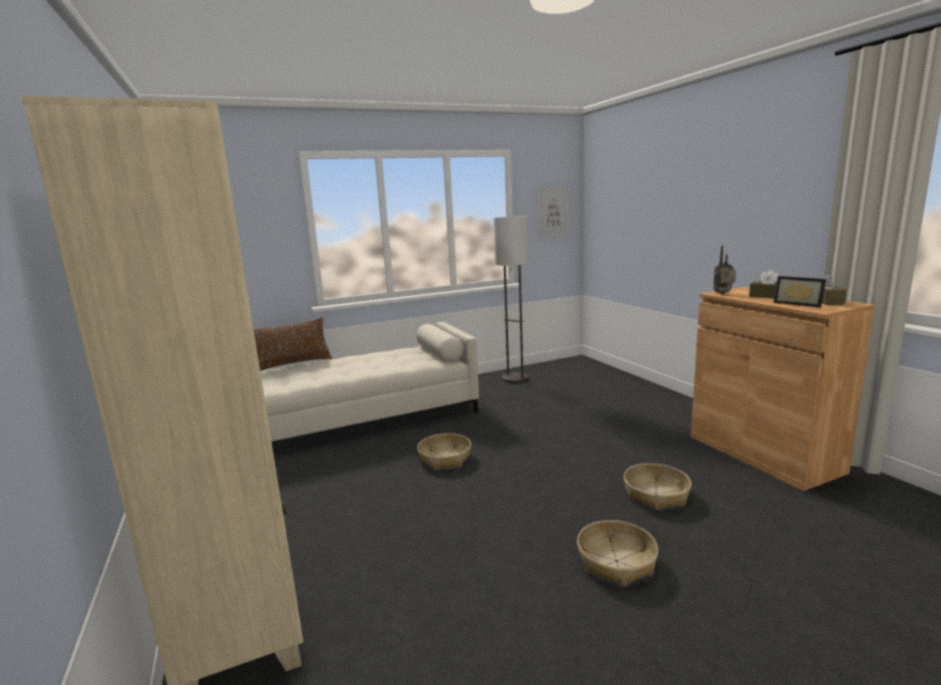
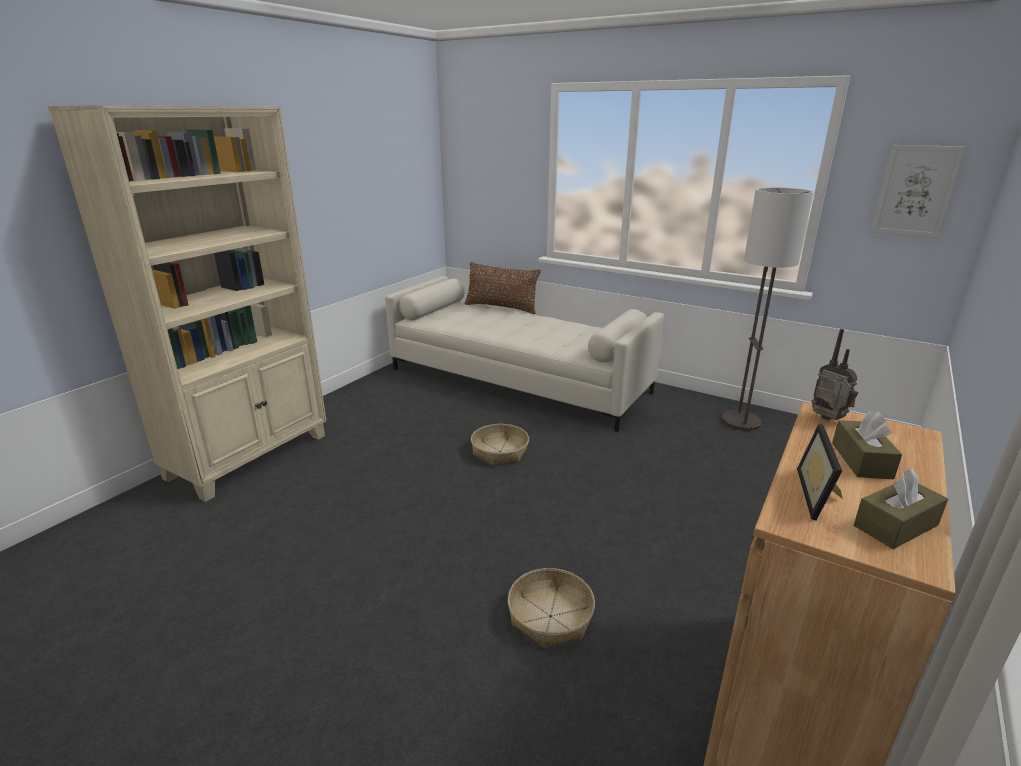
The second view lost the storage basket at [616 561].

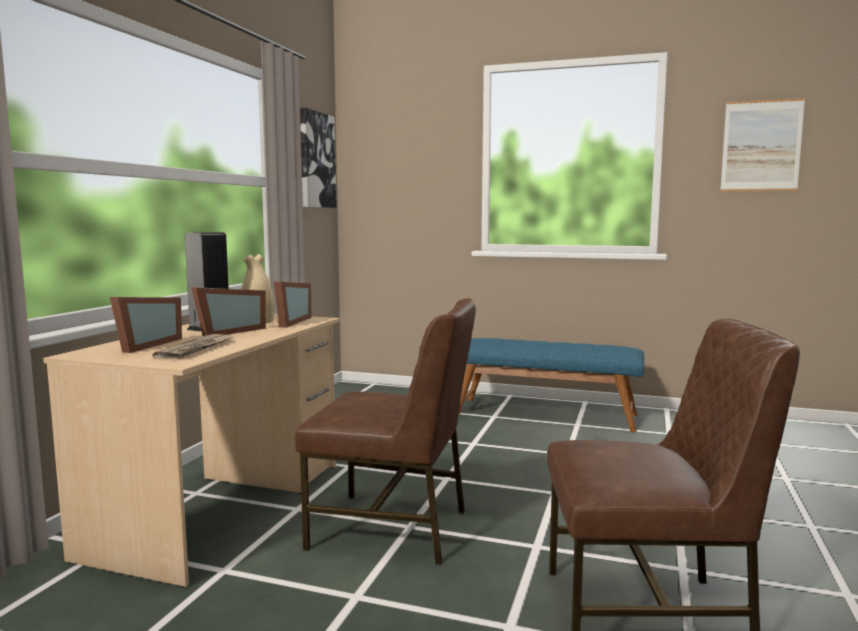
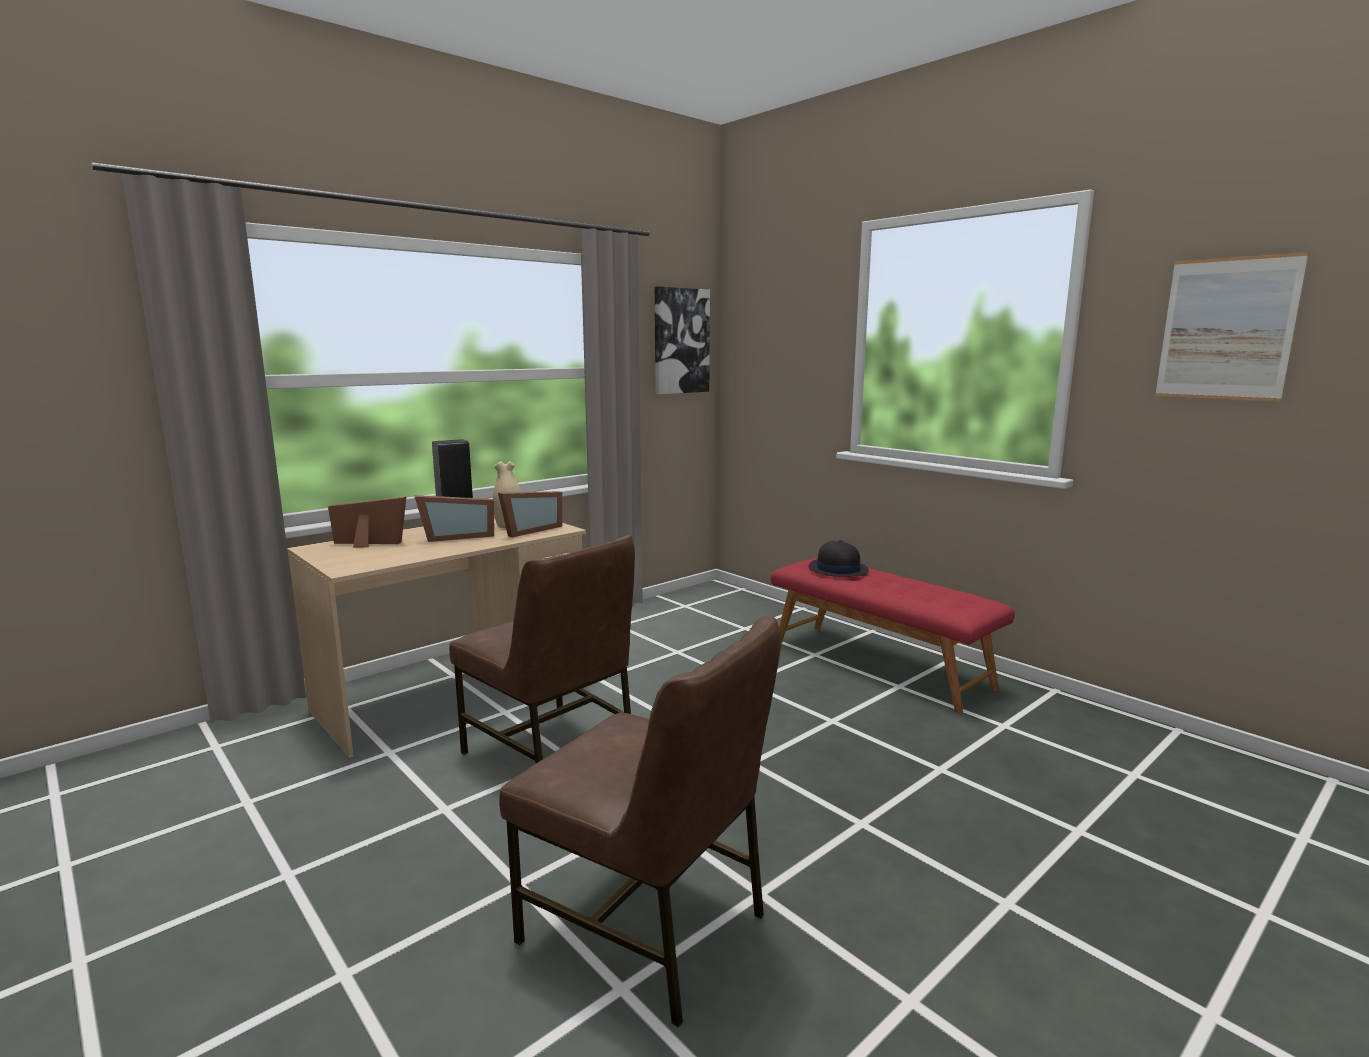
The second view lost the printed paper at [196 349]. The second view gained the black clothing hat at [837 569]. What was the blue-coloured indoor bench at [545 414] turned into the reddish indoor bench at [879 664]. The picture frame at [144 345] ended up facing another way, 135 degrees counterclockwise from before.

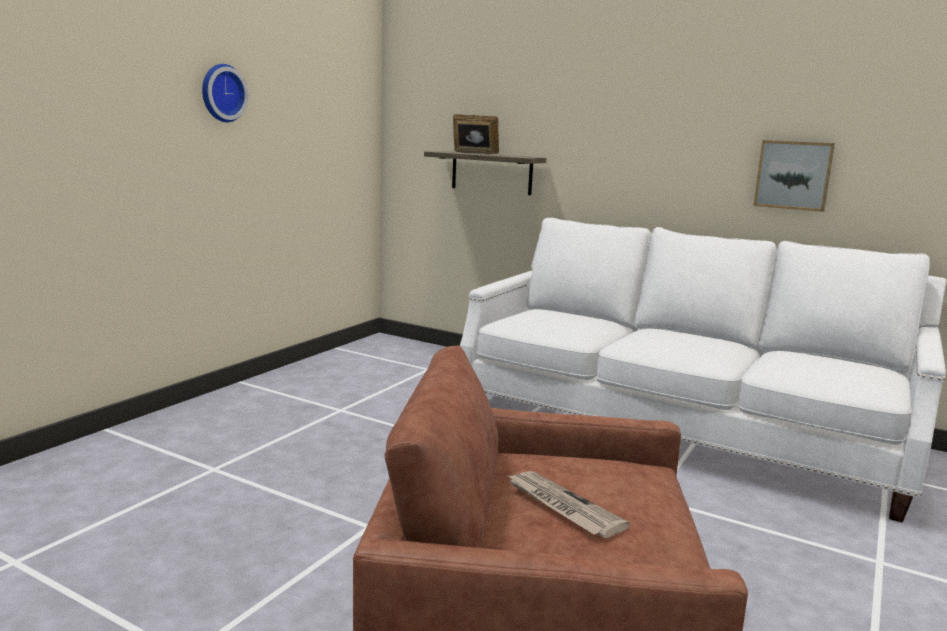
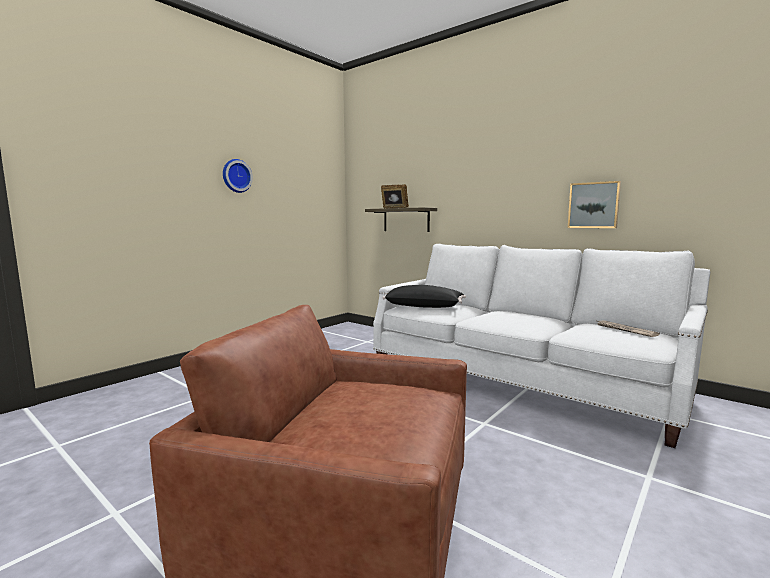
The second view gained the black throw pillow at [424 306]. The printed paper ended up elsewhere, having gone from [562 506] to [625 330].

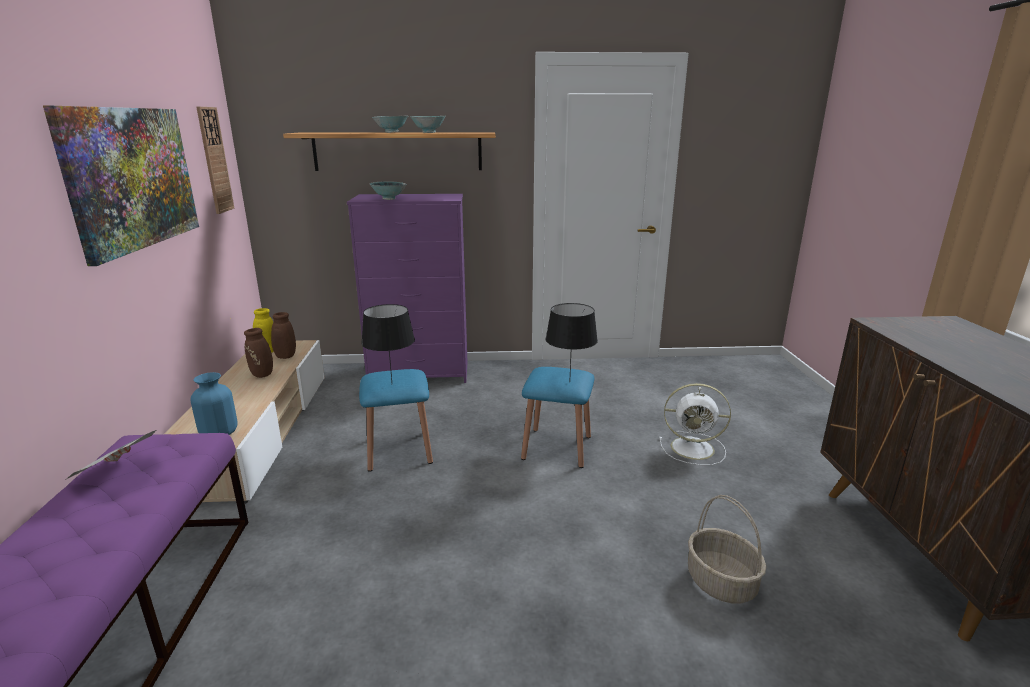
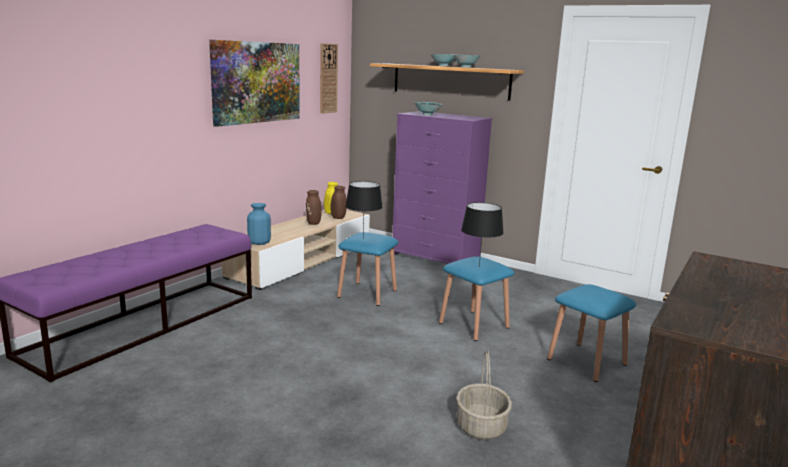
The second view lost the printed paper at [117 473]. Where the white-coloured fan stood at [694 448], the blue-coloured sitting stool came to stand at [586 361].

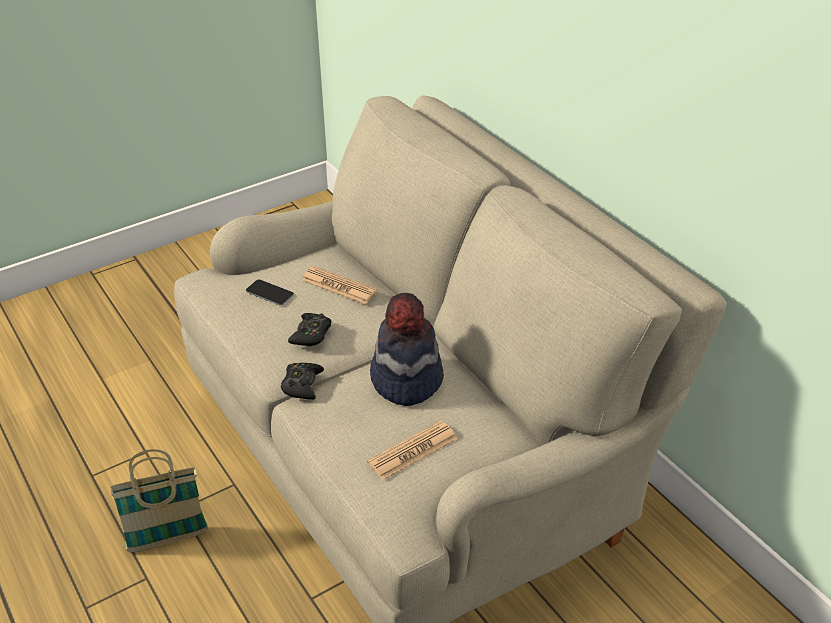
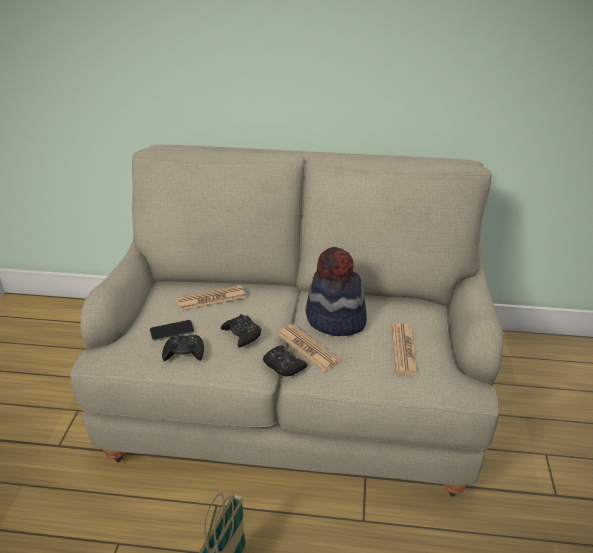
The second view gained the black joypad at [184 352]. The second view gained the printed paper at [308 348].

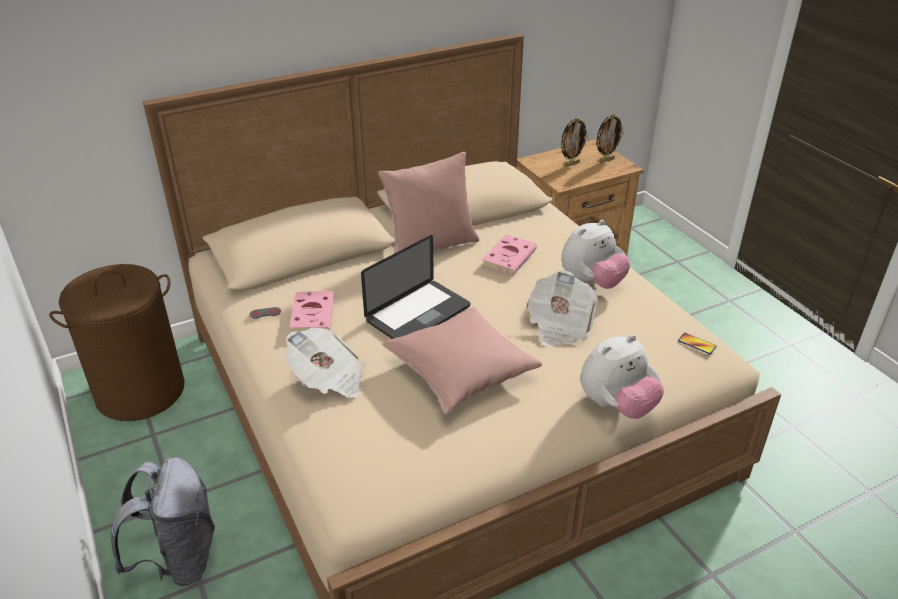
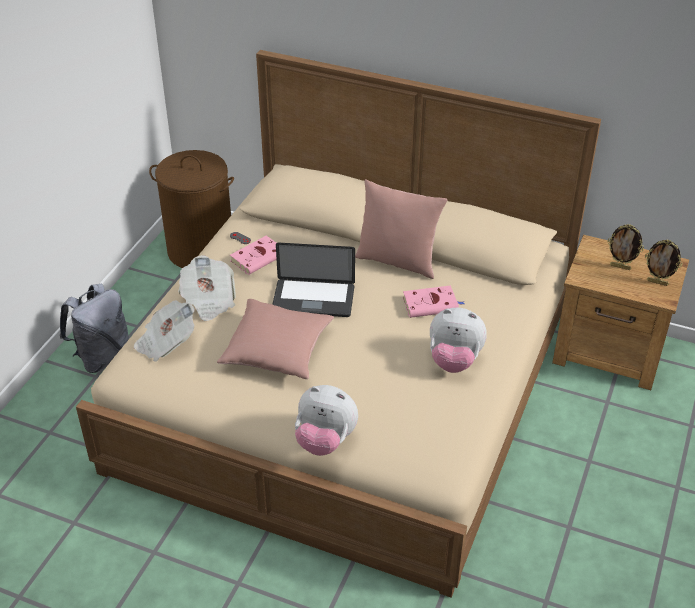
The second view lost the telephone at [696 344]. The printed paper ended up elsewhere, having gone from [559 325] to [166 343].

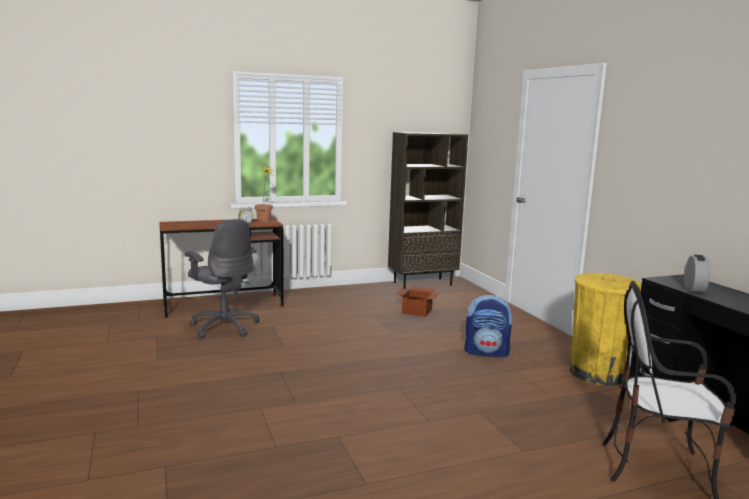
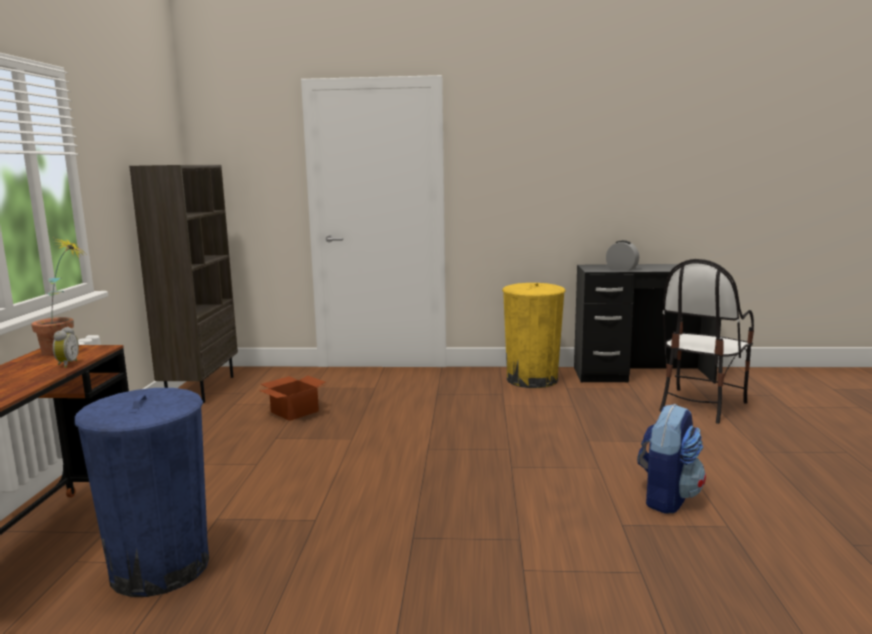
The knapsack ended up elsewhere, having gone from [487 352] to [667 497]. Where the grey office chair stood at [224 327], the blue-coloured trash can came to stand at [160 567].

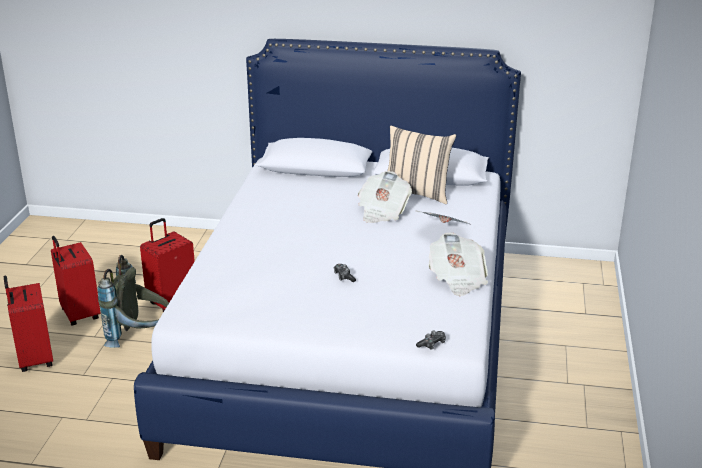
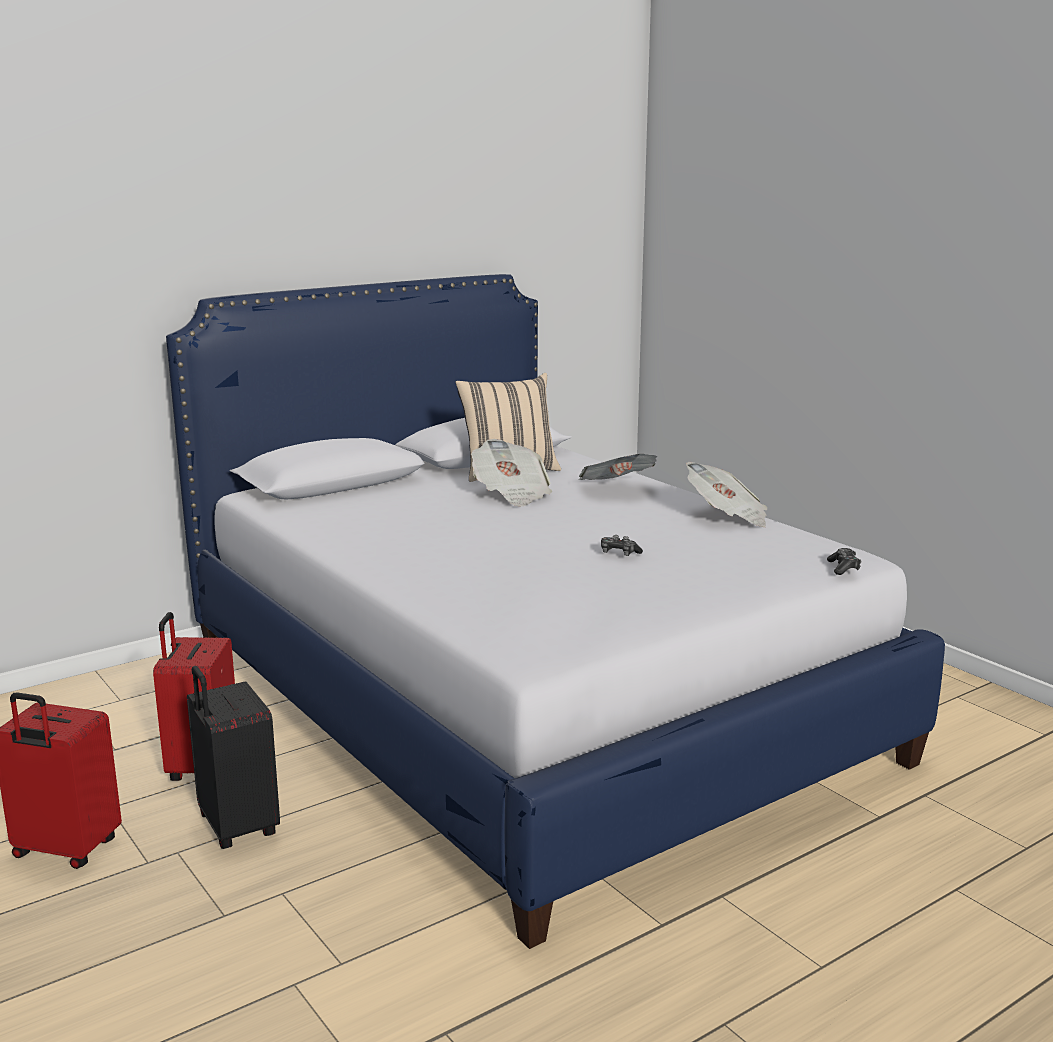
The second view lost the reddish piece of luggage at [34 360]. Where the grey knapsack stood at [141 338], the black piece of luggage came to stand at [236 827].

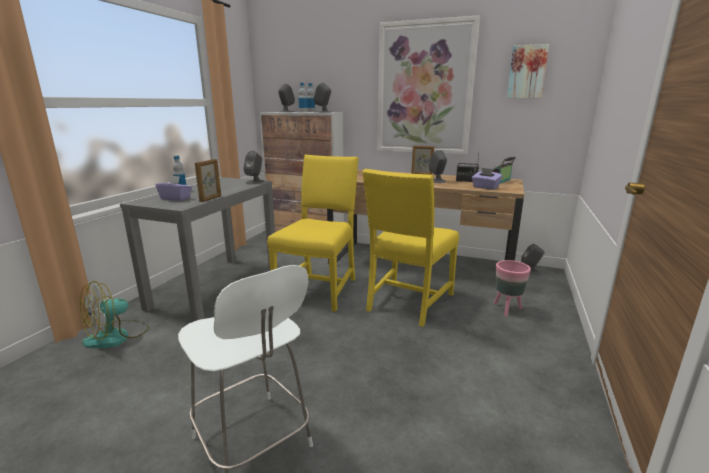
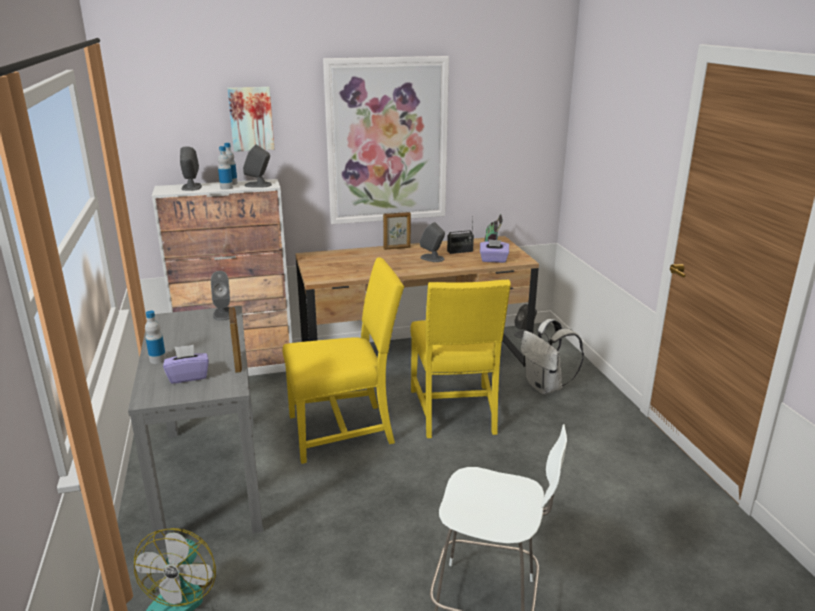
The picture ended up elsewhere, having gone from [527 72] to [251 118]. Where the pinkish plant pot stood at [507 310], the white-coloured knapsack came to stand at [546 387]. The yellow upright chair at [319 288] ended up facing another way, 90 degrees clockwise from before.

